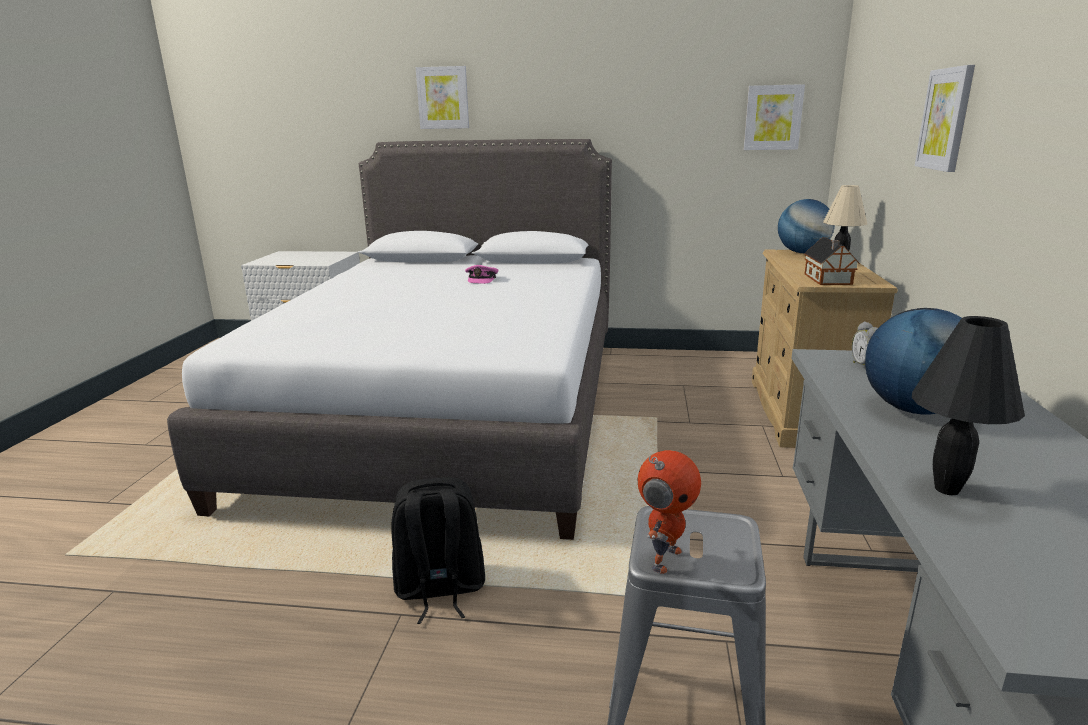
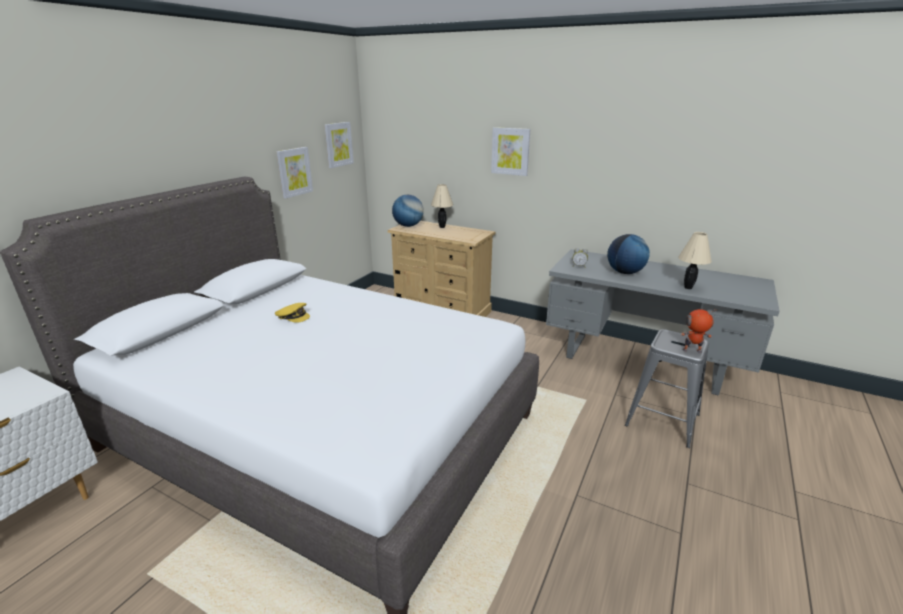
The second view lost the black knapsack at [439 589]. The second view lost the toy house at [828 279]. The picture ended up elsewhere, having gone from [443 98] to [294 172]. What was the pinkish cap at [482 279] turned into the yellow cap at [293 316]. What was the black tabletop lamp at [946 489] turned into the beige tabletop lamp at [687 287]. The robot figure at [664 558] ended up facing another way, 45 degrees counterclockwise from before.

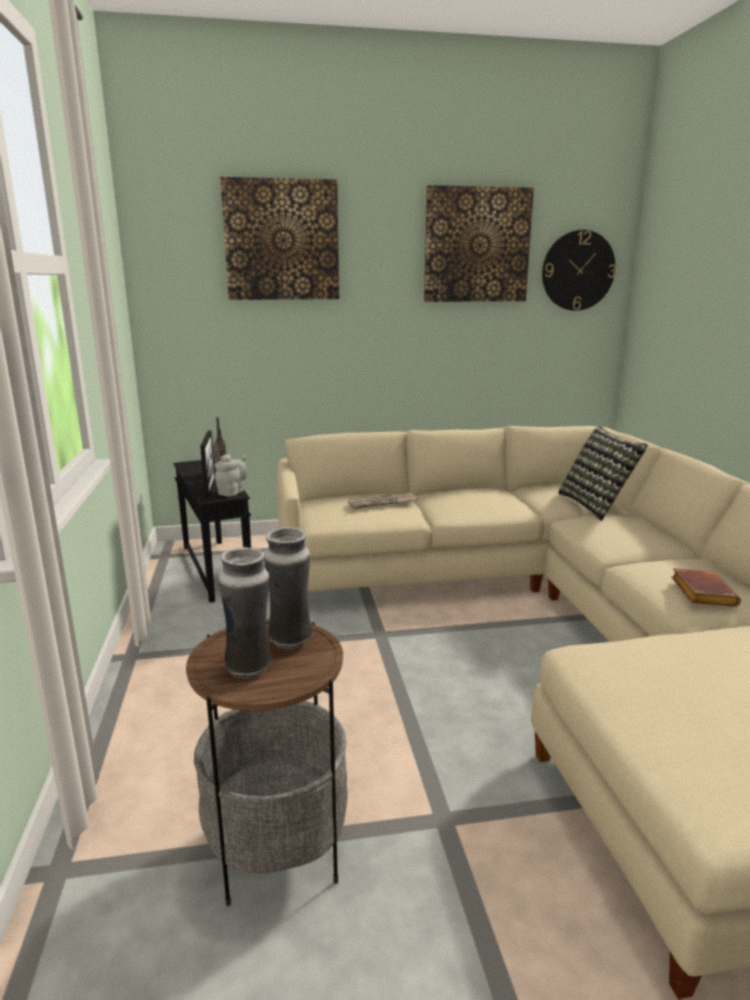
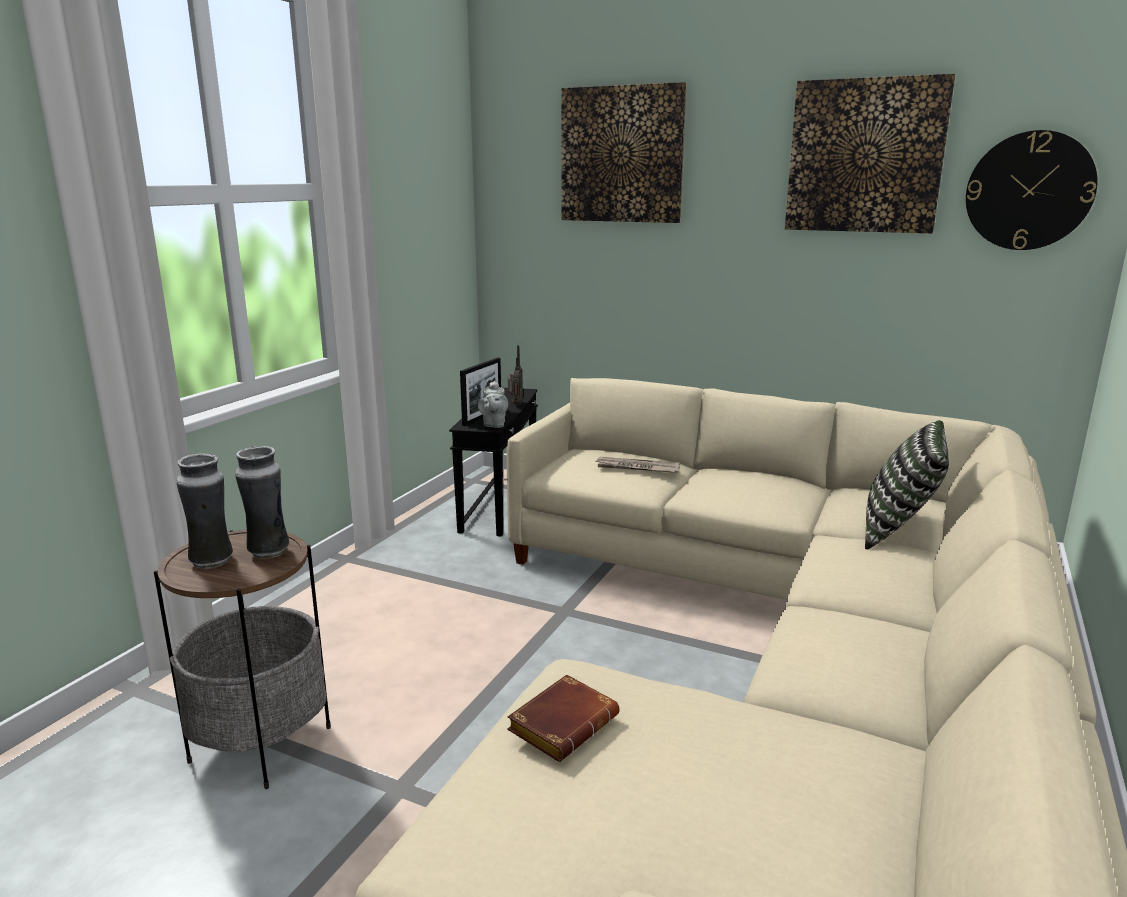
The brown-coloured volume ended up elsewhere, having gone from [700 592] to [563 723]. The grey teapot at [232 492] ended up facing another way, 120 degrees clockwise from before.

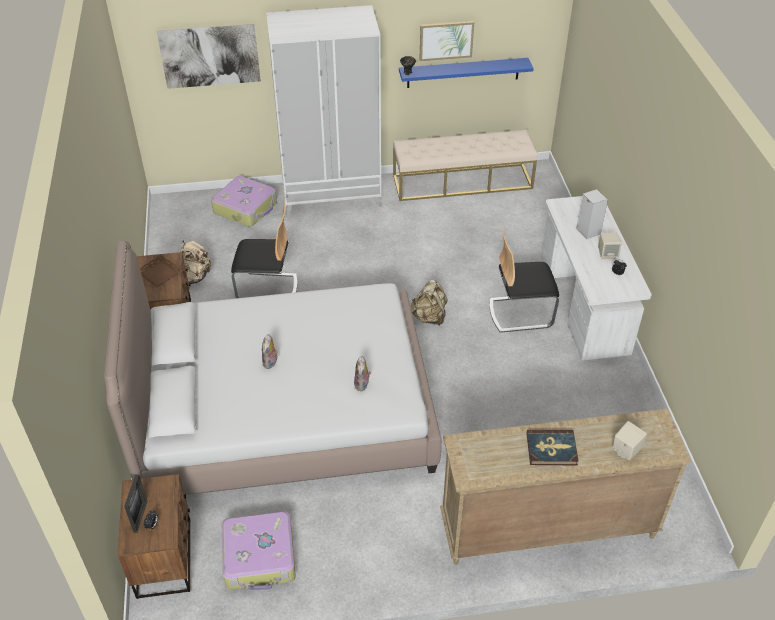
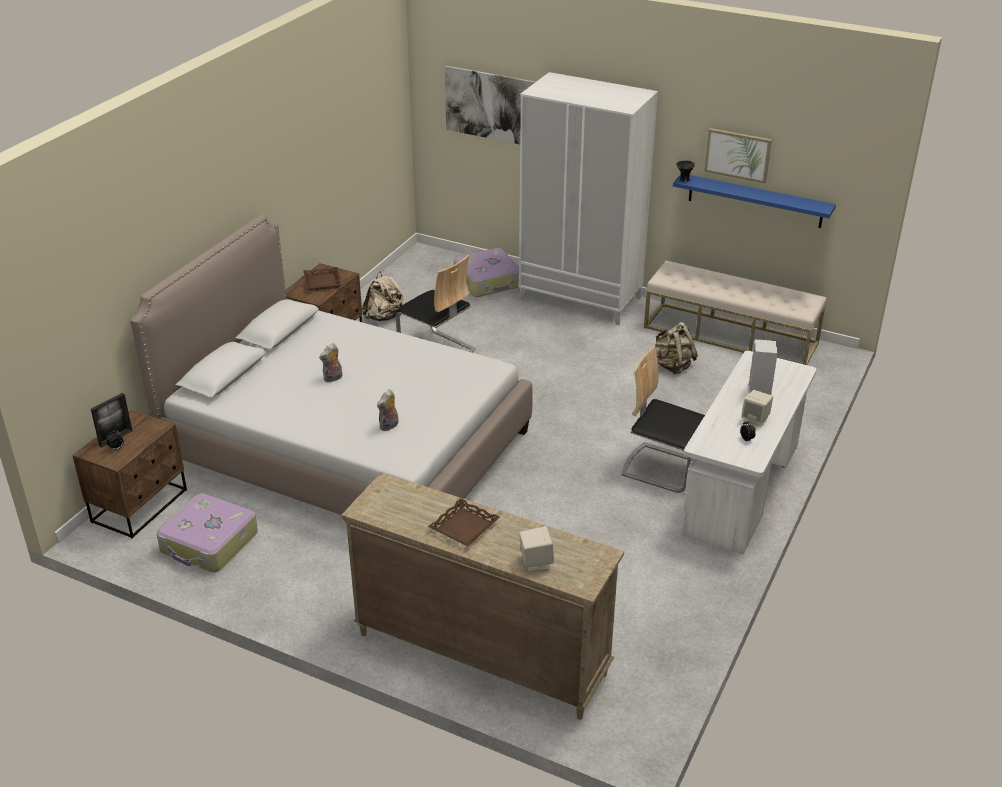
The beige knapsack ended up elsewhere, having gone from [429 317] to [672 366]. Where the volume stood at [551 449], the brown-coloured carrying tray came to stand at [464 527].

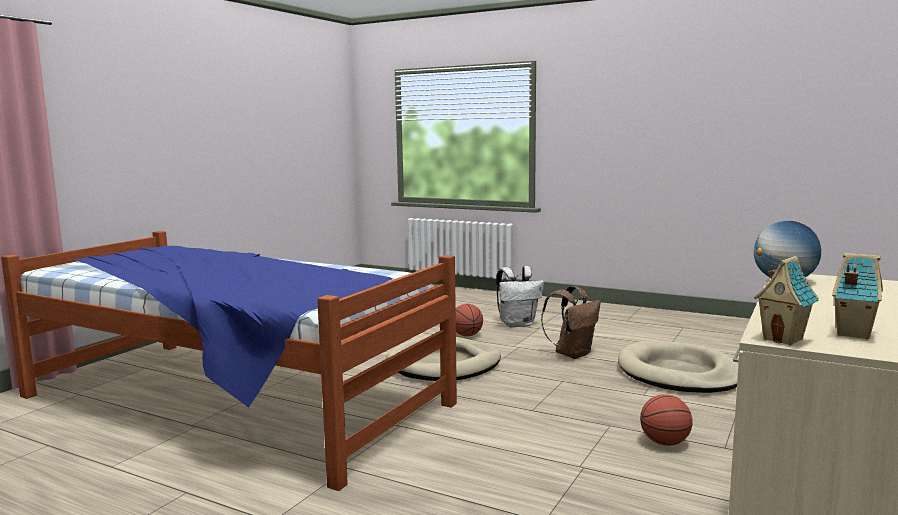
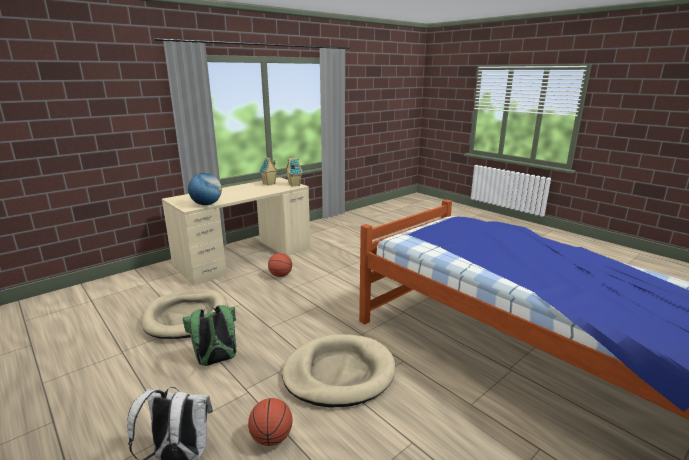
What was the brown-coloured knapsack at [572 354] turned into the greenish knapsack at [216 361].

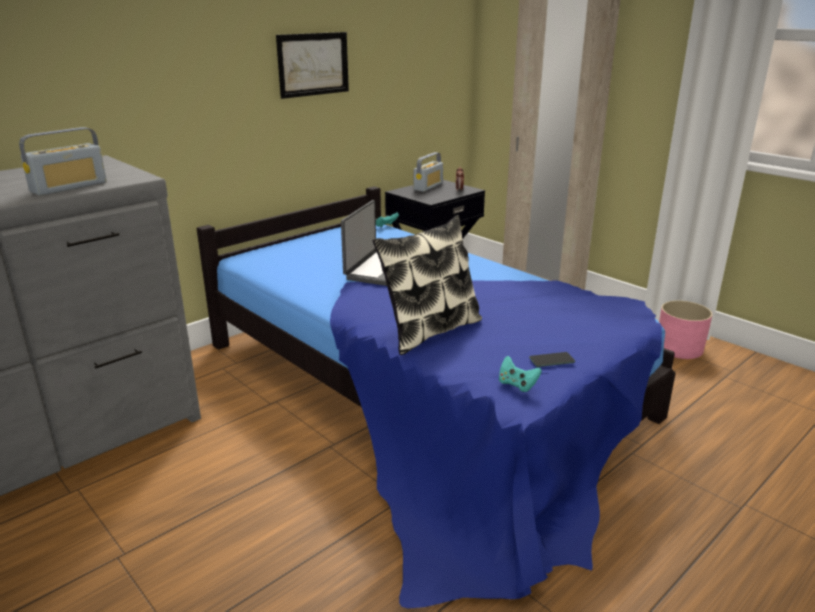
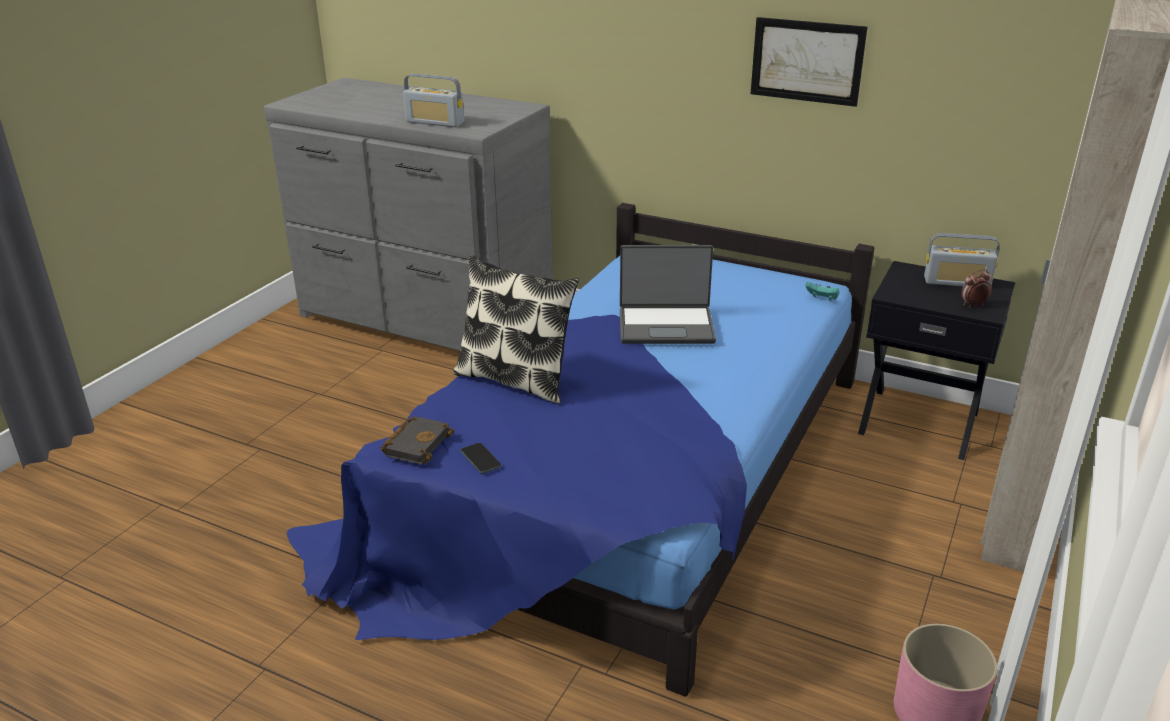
Where the turquoise-coloured joypad stood at [517 385], the black volume came to stand at [417 443].

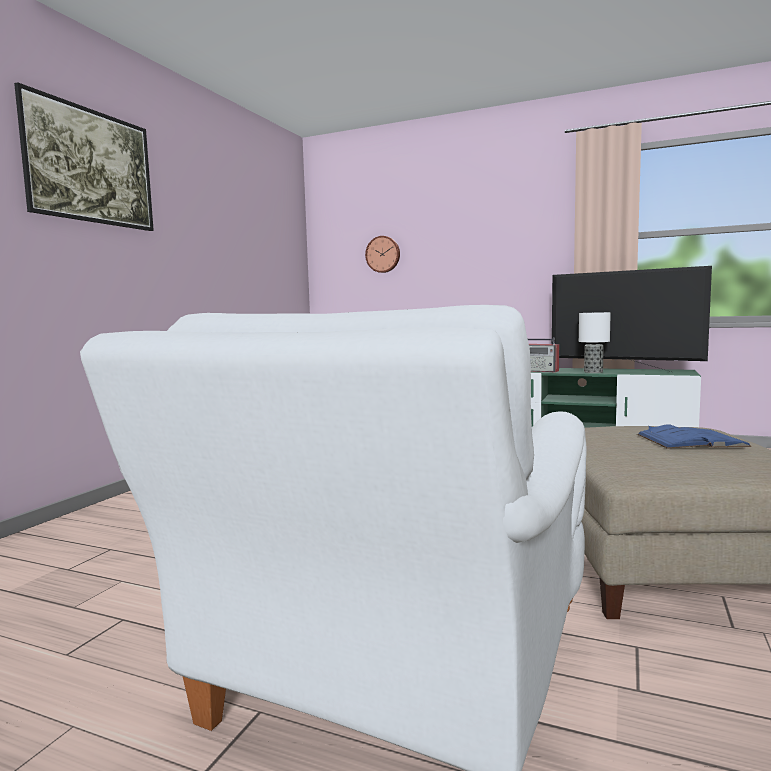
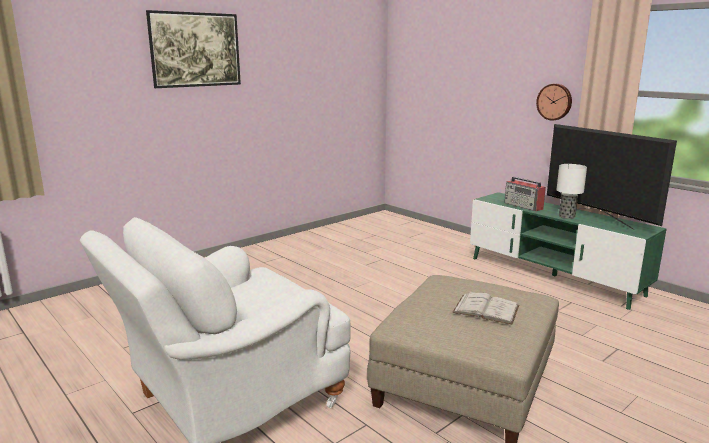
The wall clock ended up elsewhere, having gone from [383 254] to [554 102]. What was the blue-coloured volume at [691 440] turned into the white-coloured volume at [486 309].

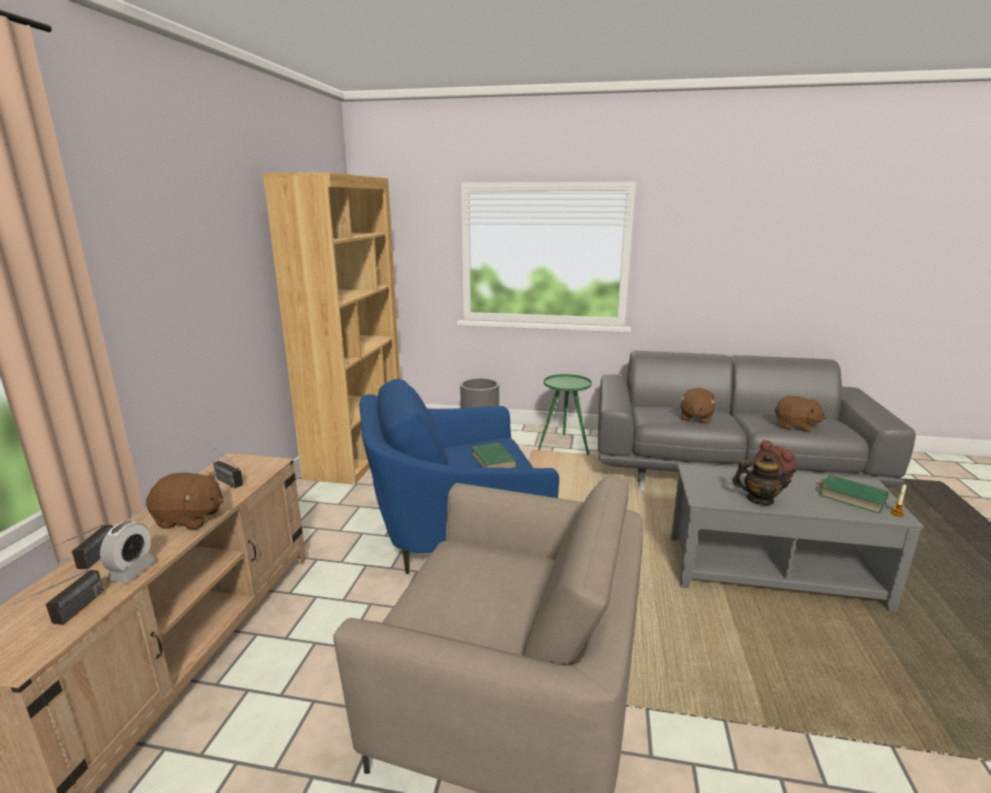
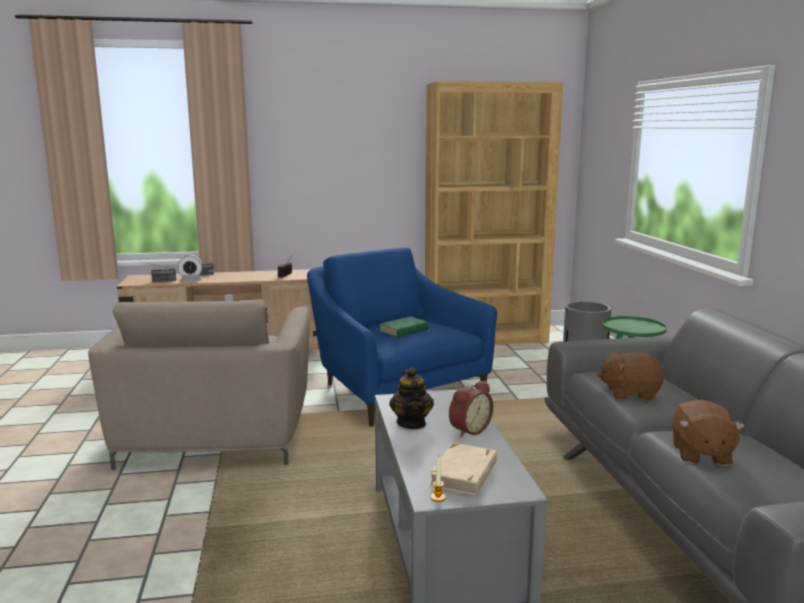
The second view lost the brown-coloured soft toy at [190 519]. What was the greenish volume at [852 497] turned into the beige volume at [464 473].

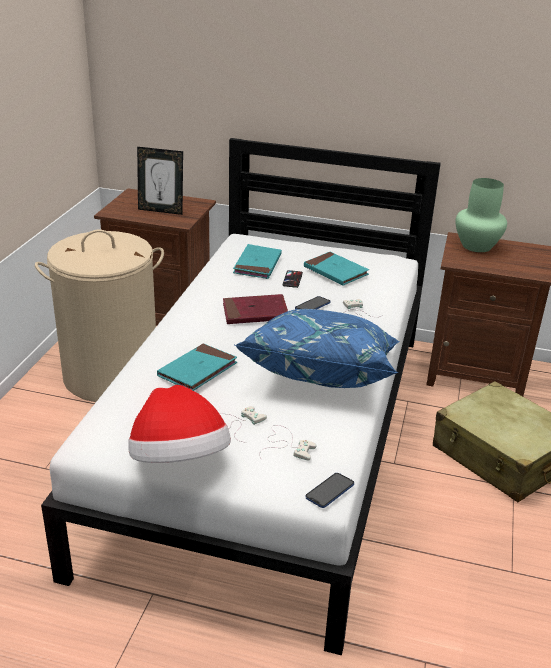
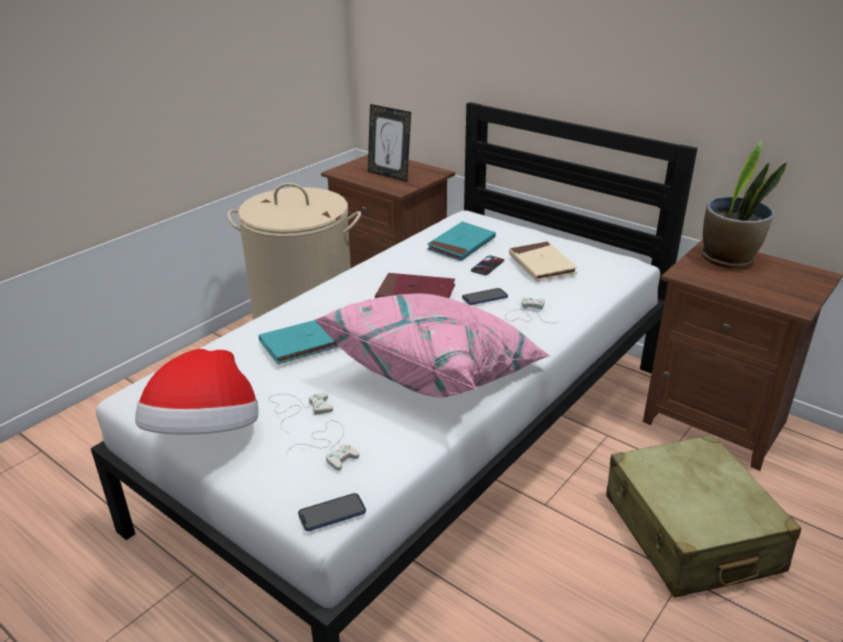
Where the greenish decorative vase stood at [475 246], the potted plant came to stand at [728 258]. What was the blue-coloured throw pillow at [322 371] turned into the pinkish throw pillow at [437 372]. What was the turquoise-coloured volume at [335 271] turned into the beige volume at [541 265].

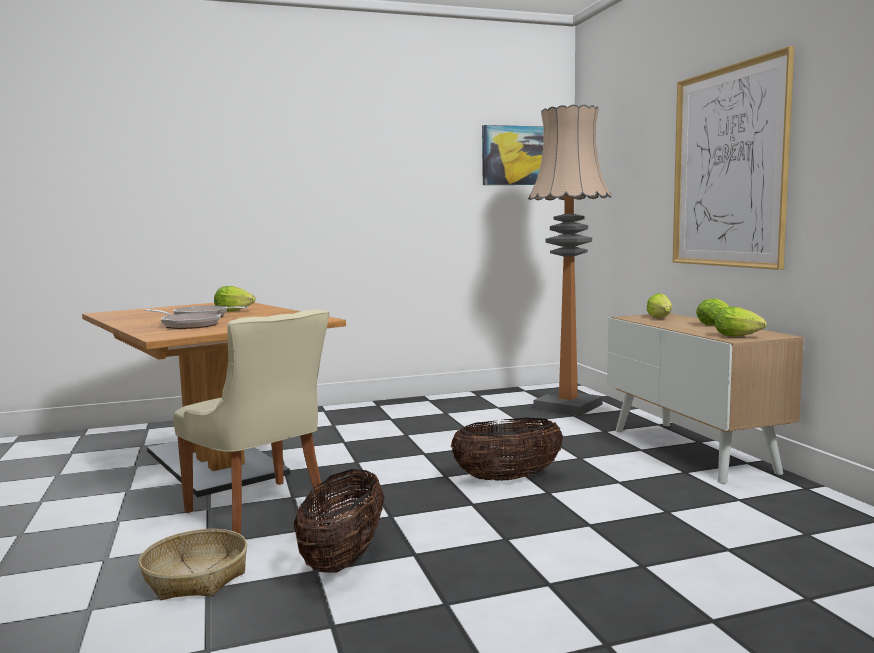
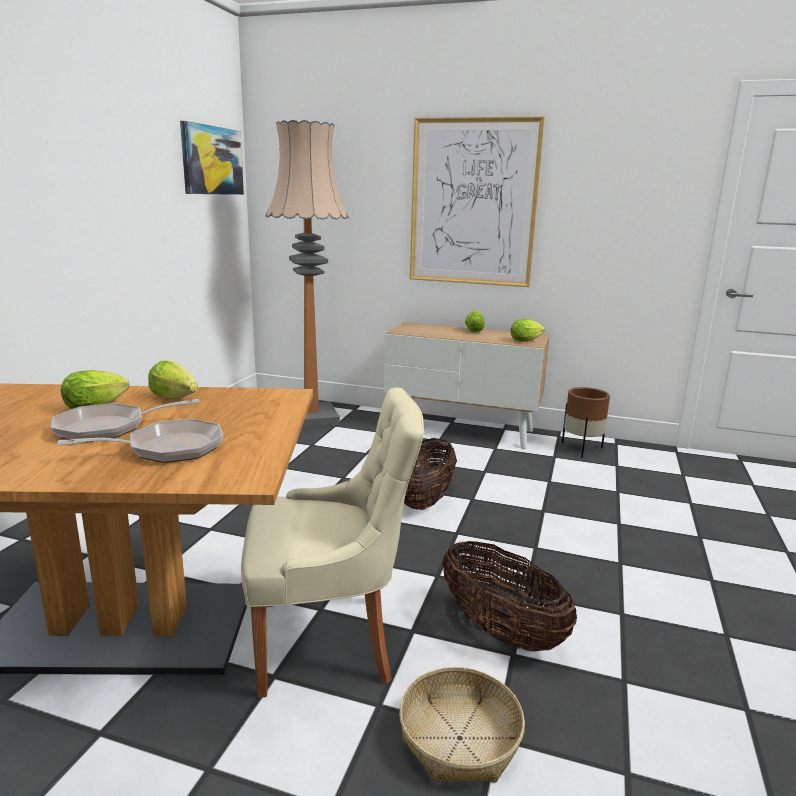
The second view gained the brown-coloured plant pot at [581 449]. The lettuce ended up elsewhere, having gone from [661 318] to [176 399].

